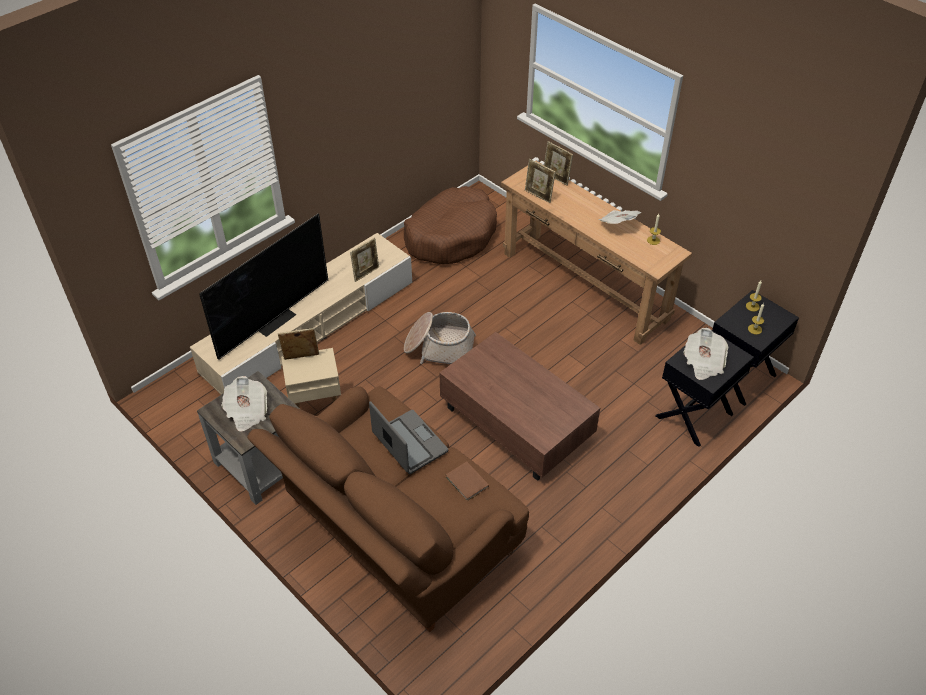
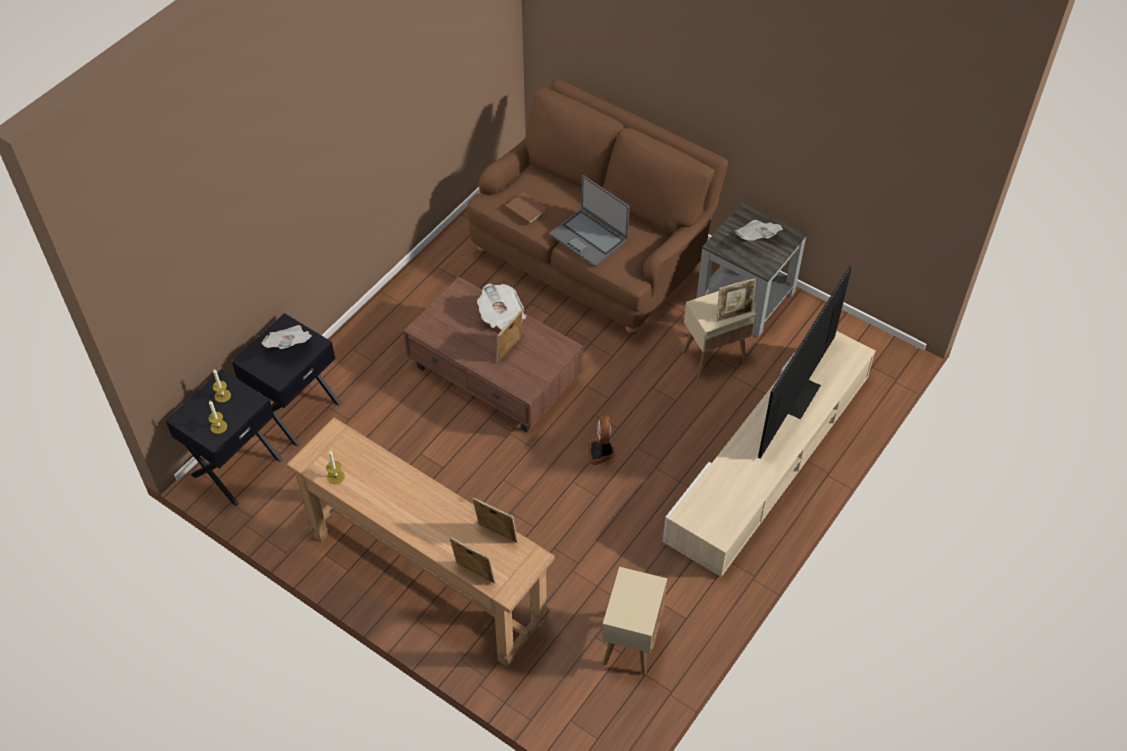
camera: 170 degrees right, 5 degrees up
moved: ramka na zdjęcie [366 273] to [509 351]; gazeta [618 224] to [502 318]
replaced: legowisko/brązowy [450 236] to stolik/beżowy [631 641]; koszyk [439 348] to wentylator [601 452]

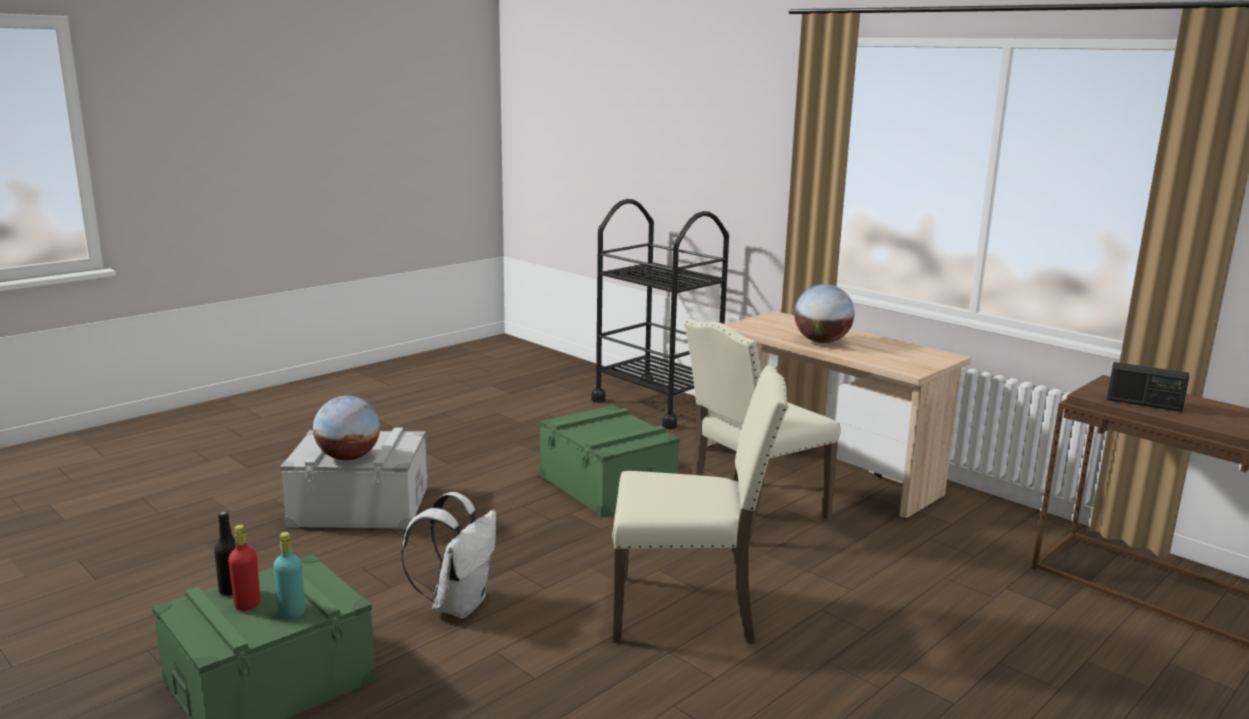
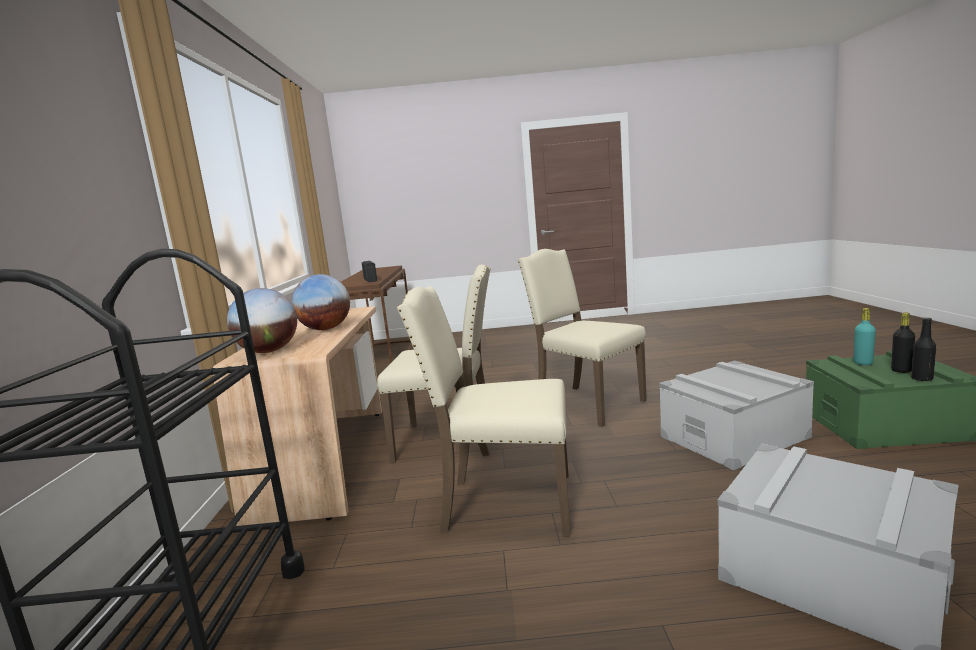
camera: 135 degrees left, 5 degrees down
moved: globus [348 457] to [269 351]
replaced: plecak/biały [458 604] to pojemnik do przechowywania/szary [734 437]; pojemnik do przechowywania/zielony [607 484] to krzesło/beżowy [504 503]
recoloured: butelka/czerwony [247 605] to butelka/czarny [901 370]

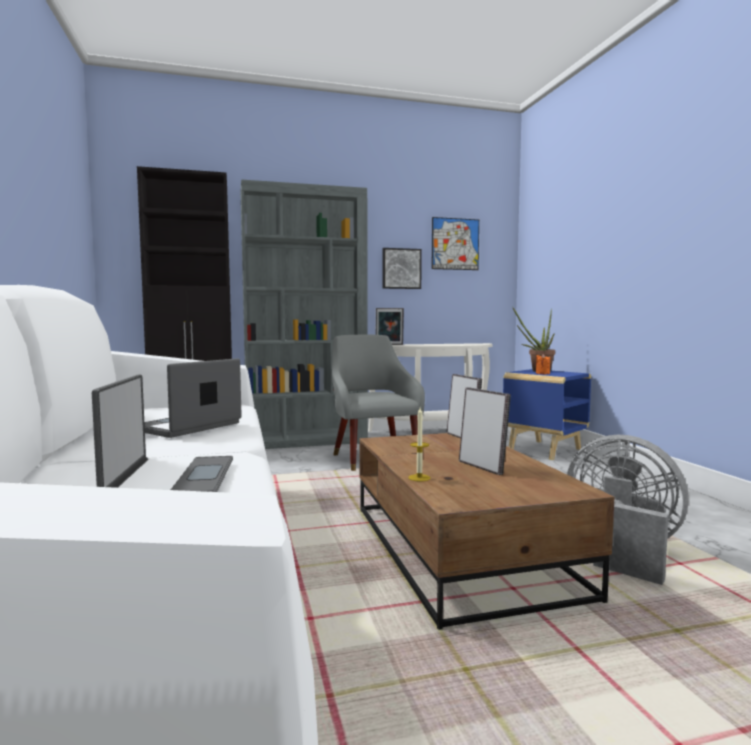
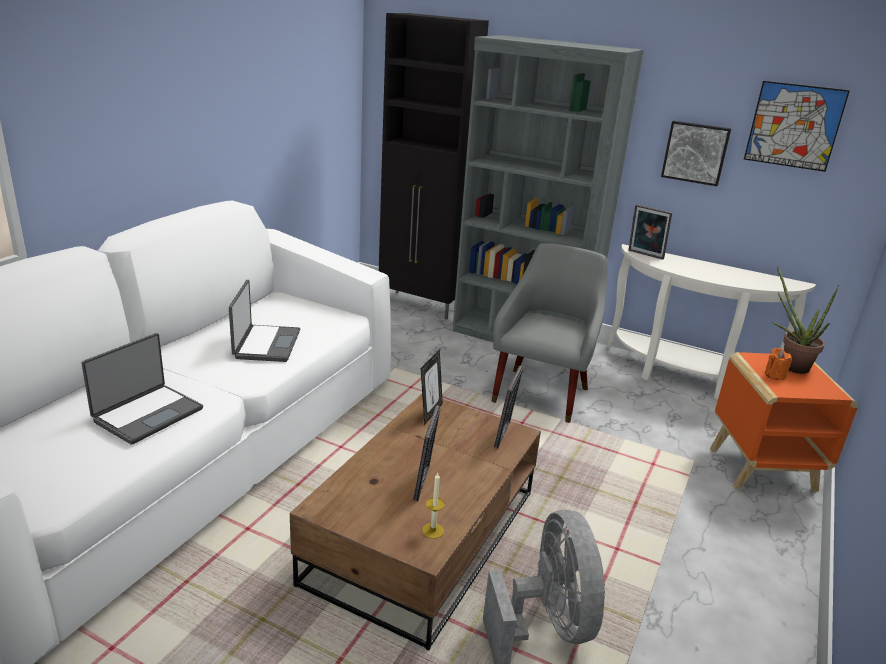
camera: 40 degrees right, 20 degrees up
added: ramka na zdjęcie [430 413]
moved: świeca [419 478] to [433 530]
recoloured: stolik/niebieski [545 450] to stolik/pomarańczowy [763 469]
turned: laptop [189 427] = [266 344] 105 degrees clockwise

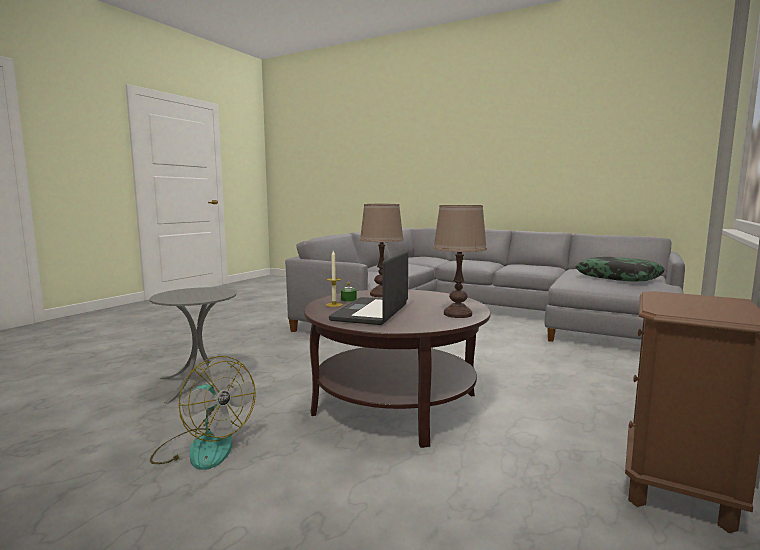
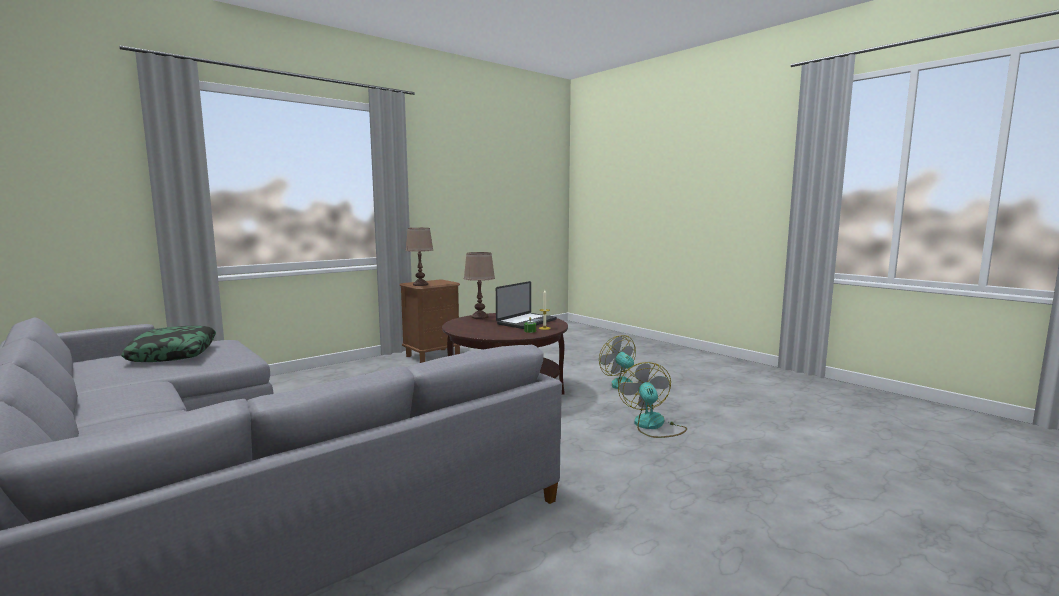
camera: 160 degrees left, 0 degrees up
moved: lampa stołowa/brązowy [382 294] to [420 285]
replaced: stolik/szary [200 383] to wentylator [653 426]

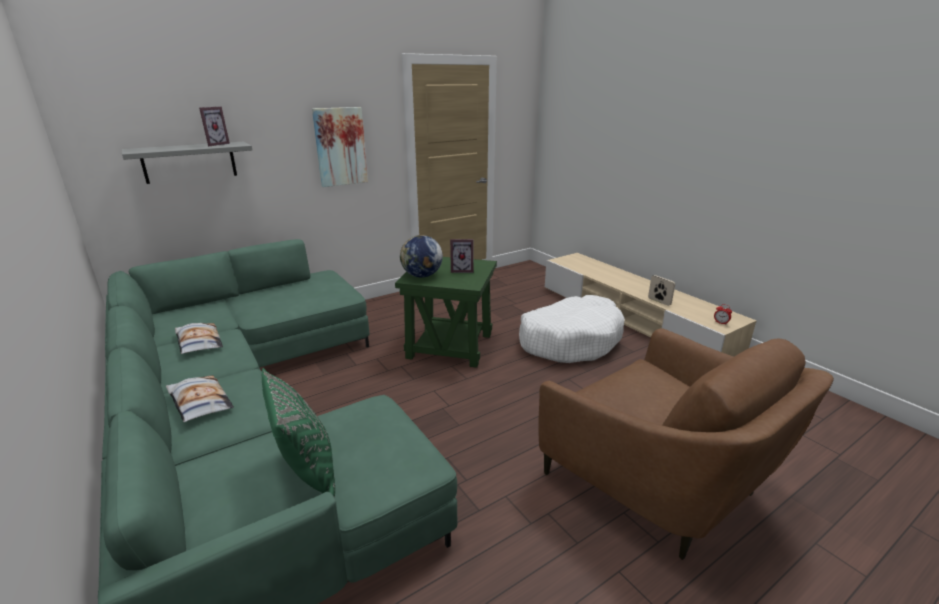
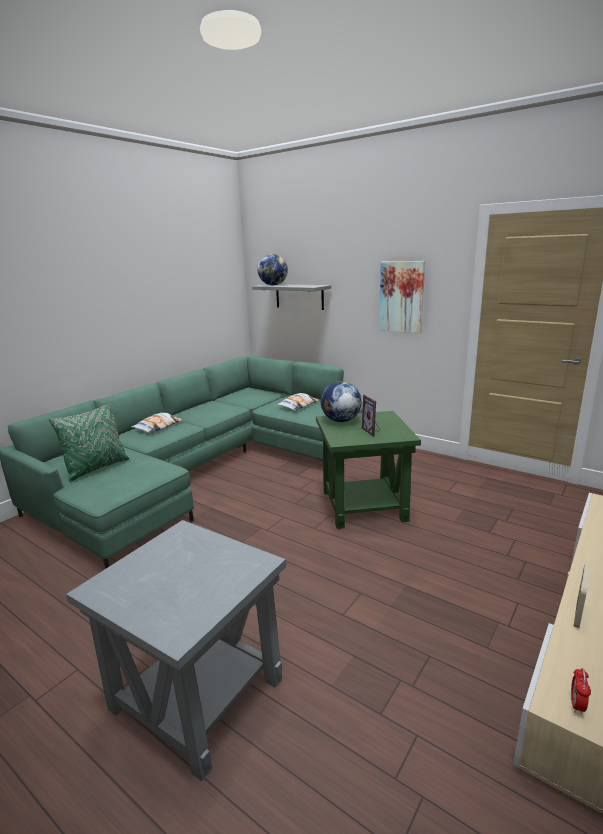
camera: 70 degrees right, 5 degrees down
removed: ramka na zdjęcie [215 144]; legowisko/biały [570 340]
added: globus [273 285]
moved: poduszka [198 342] to [298 405]
replaced: fotel/brązowy [659 483] to stolik/szary [195 694]

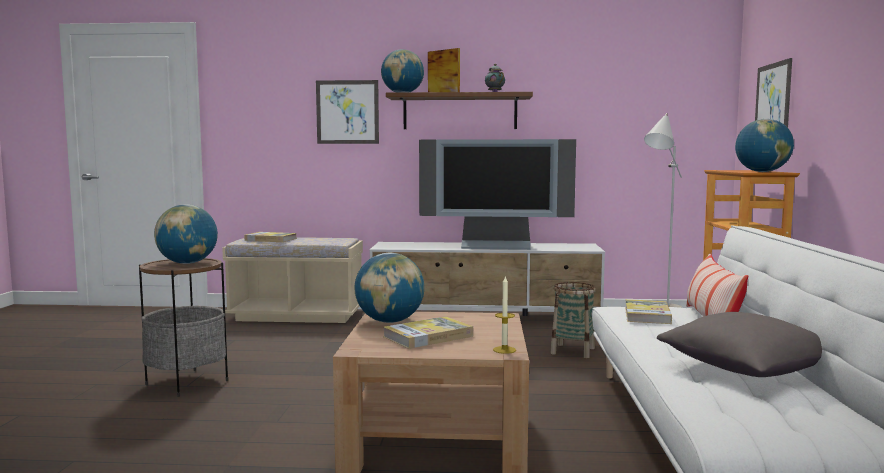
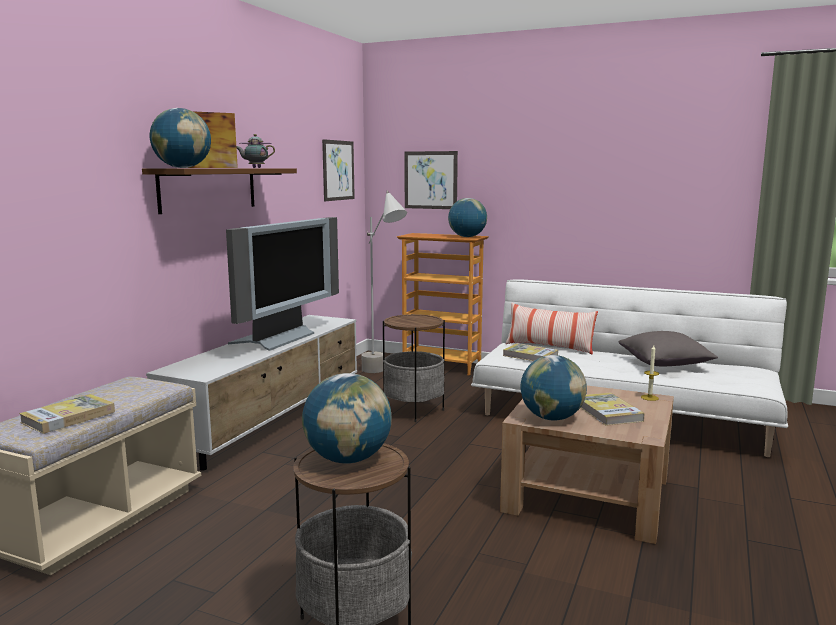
camera: 70 degrees left, 5 degrees up
moved: obraz [347 112] to [338 170]
replaced: koszyk [573 351] to stolik [413 411]

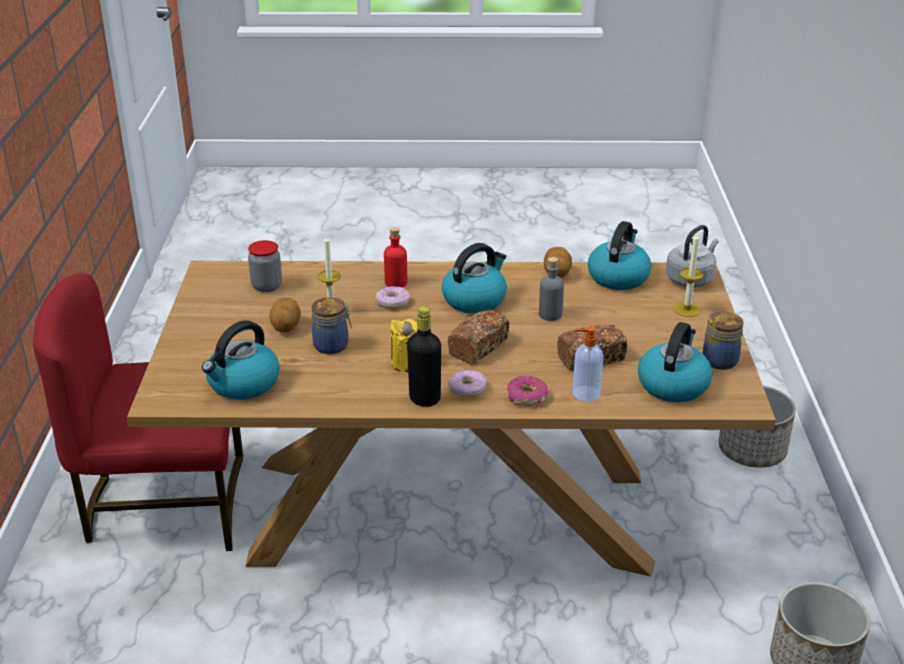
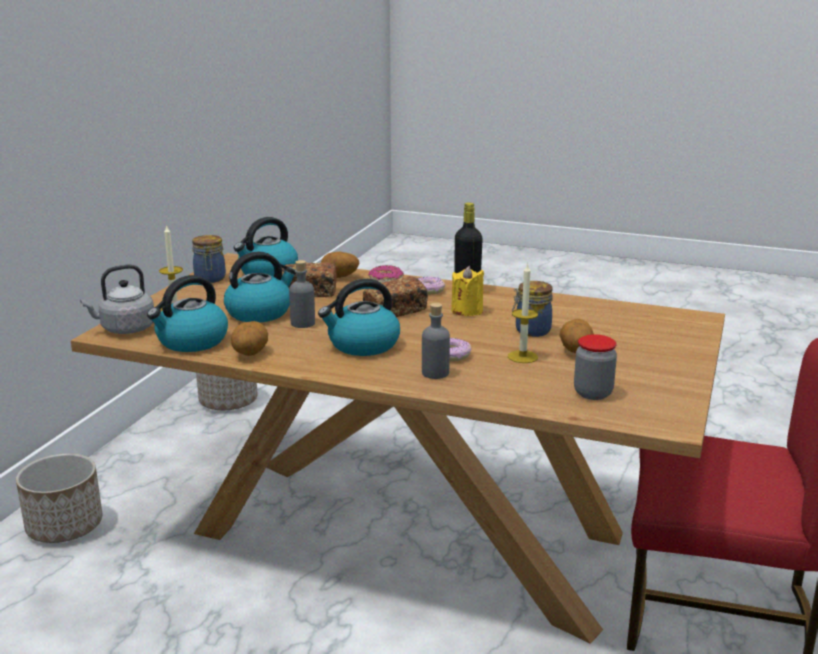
camera: 160 degrees left, 10 degrees down
moved: czajnik [243 384] to [259 312]
replaced: dozownik mydła [585 394] to ziemniak [340 277]
recoloured: butelka/czerwony [396 283] to butelka/szary [435 373]

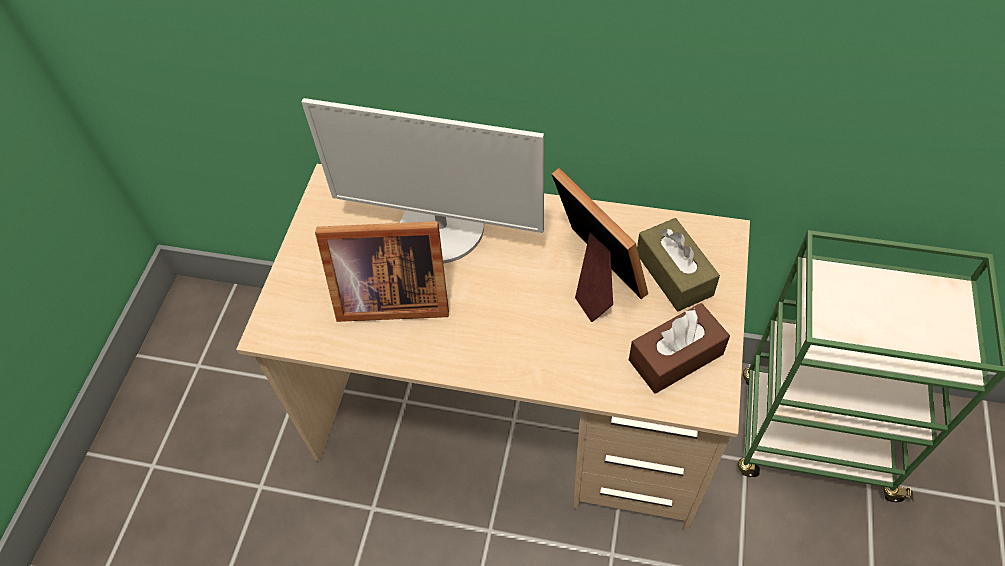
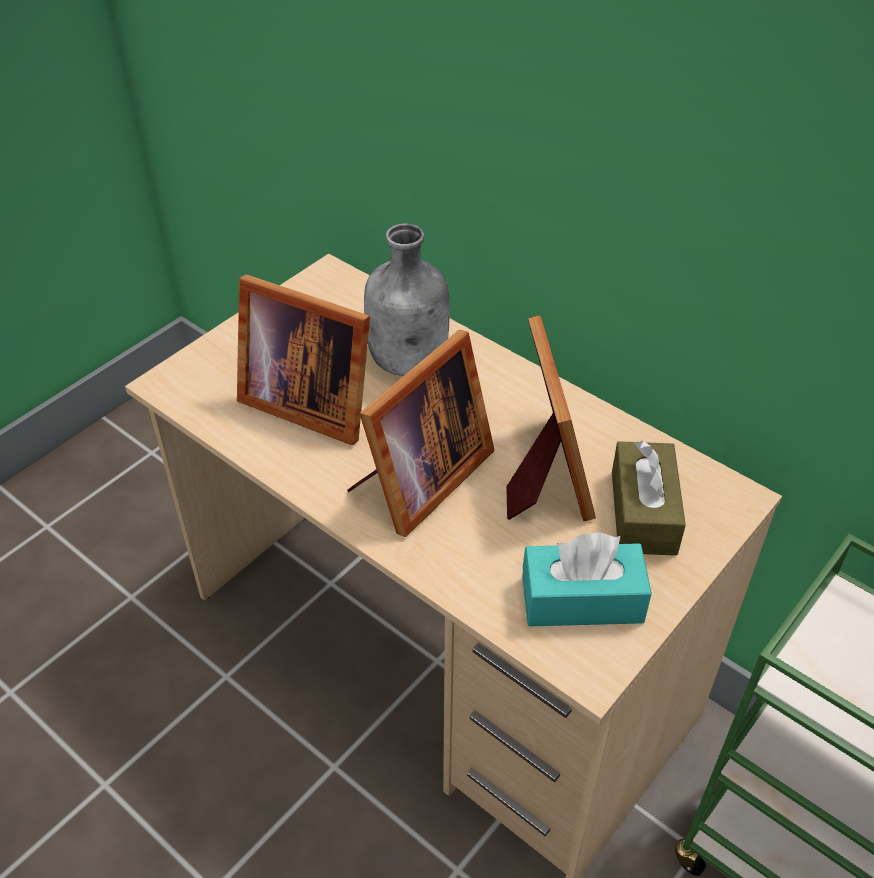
camera: 25 degrees right, 10 degrees down
added: ramka na zdjęcie [418 481]
replaced: monitor [442 229] to butelka/szary [410 361]
recoloured: pudełko chusteczek/brązowy [675 357] to pudełko chusteczek/turkusowy [582 599]

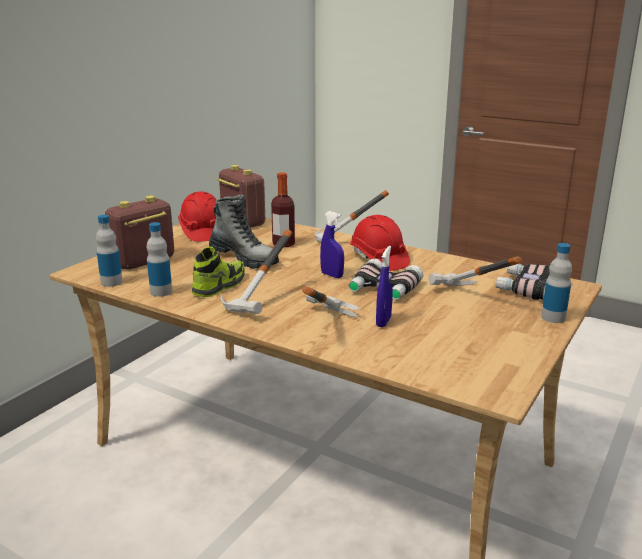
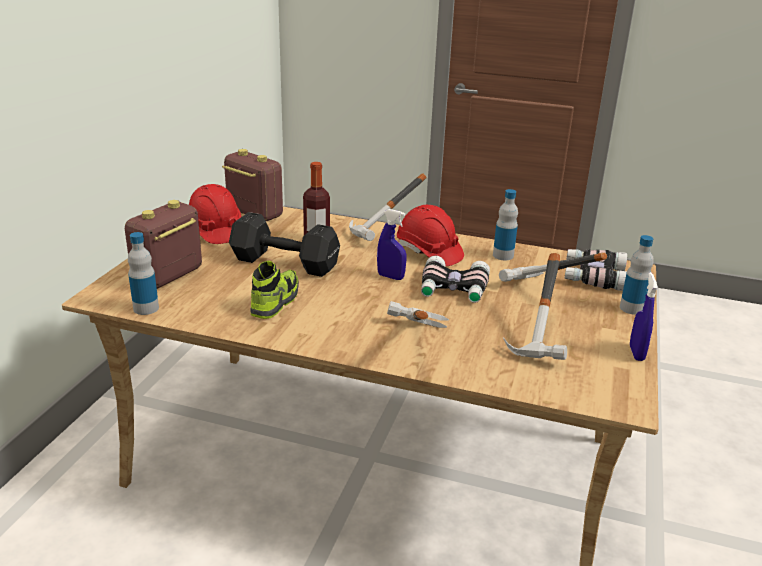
camera: 15 degrees left, 5 degrees up
moved: butelka [161 292] to [503 255]; młotek [266 303] to [547 341]; spryskiwacz/niebieski [383 321] to [636 353]
replaced: but z cholewką [244 258] to hantel/czarny [283 262]

